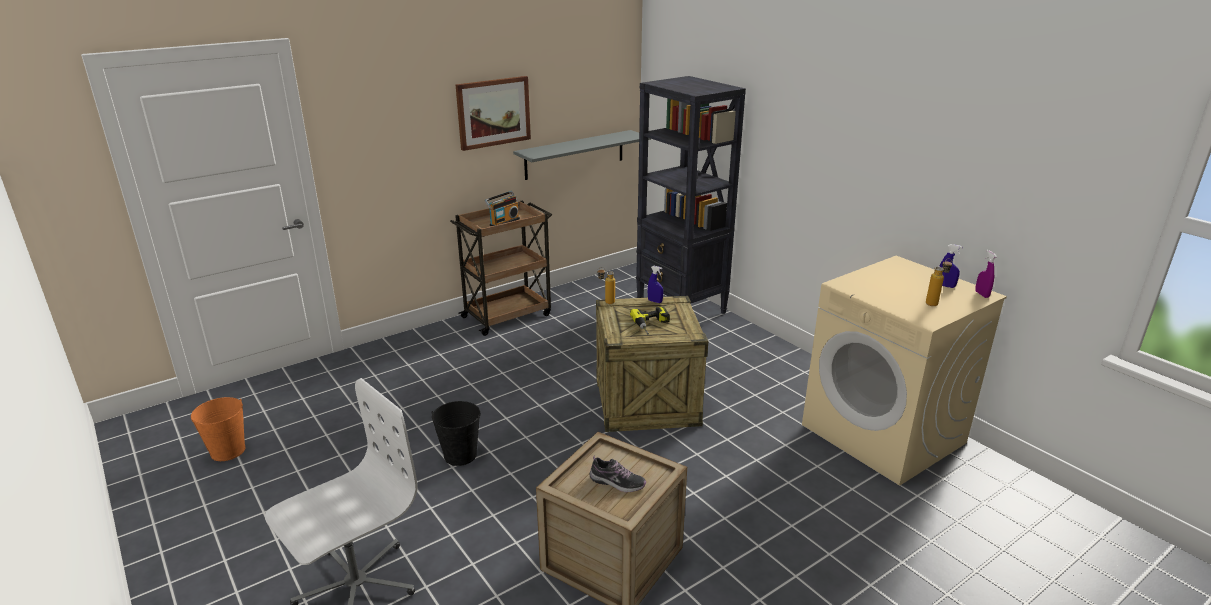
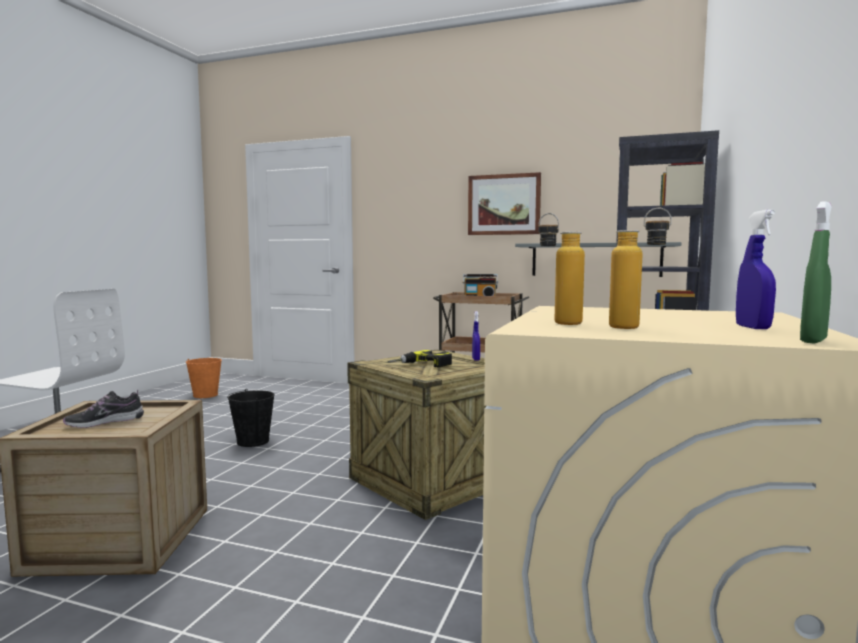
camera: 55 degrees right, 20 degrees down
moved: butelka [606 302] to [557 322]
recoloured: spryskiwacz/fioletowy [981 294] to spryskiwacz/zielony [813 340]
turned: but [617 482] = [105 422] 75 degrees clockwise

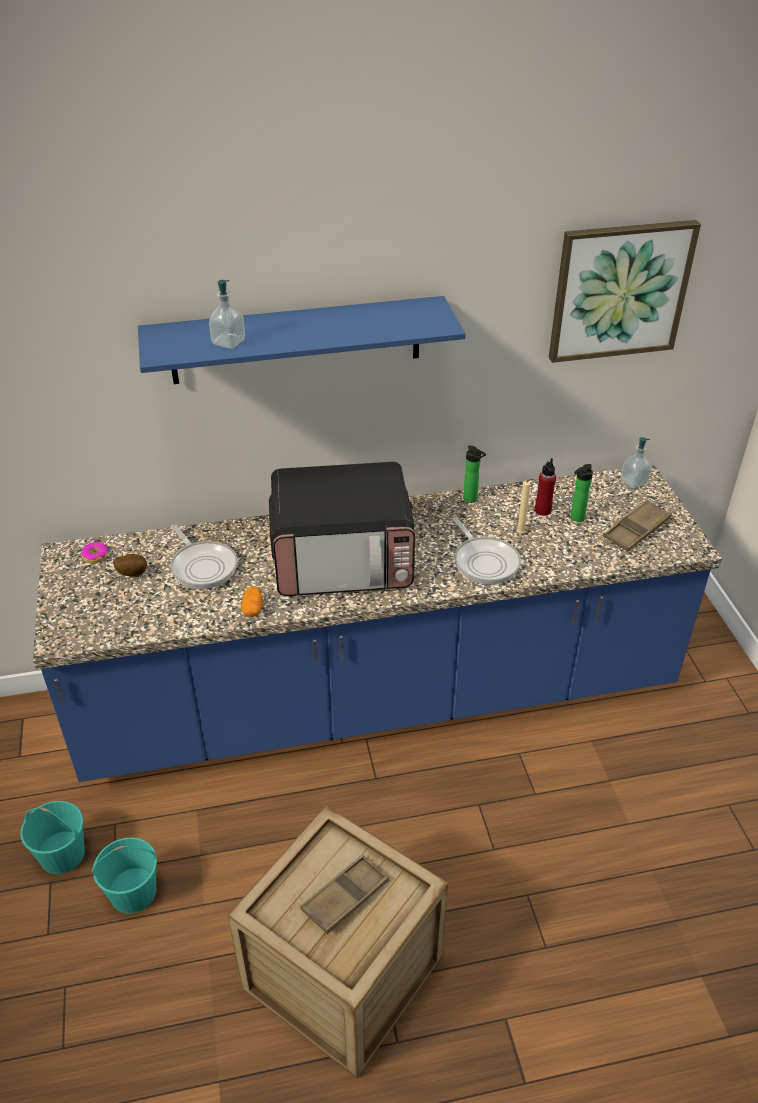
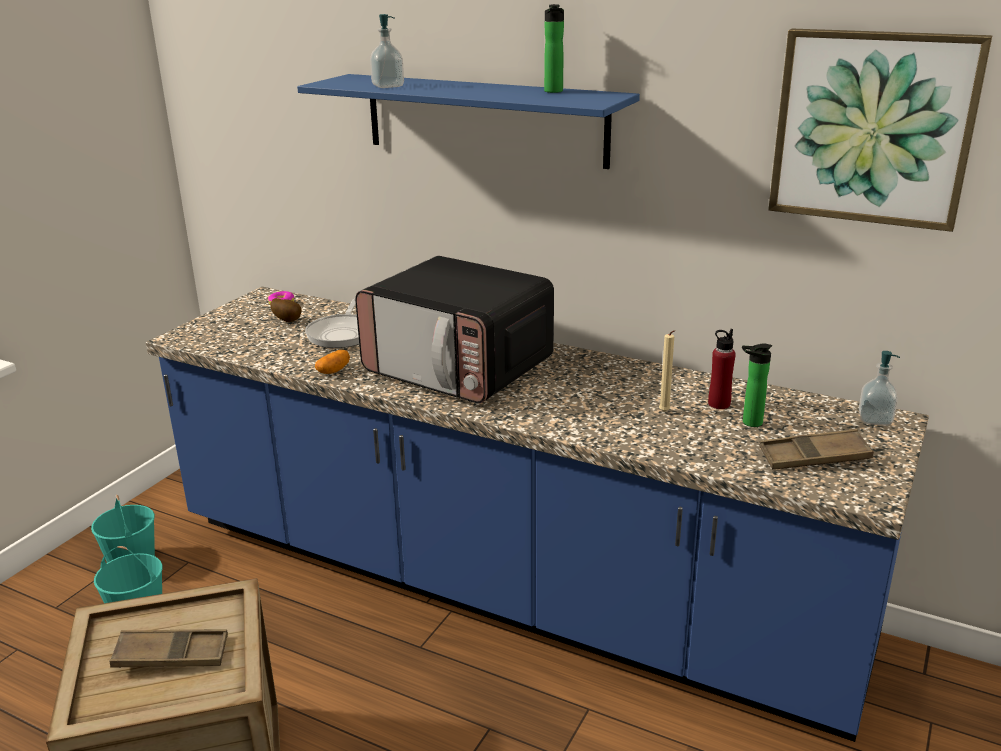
camera: 40 degrees right, 15 degrees down
removed: patelnia [484 561]
moved: butelka [471 500] to [553 91]

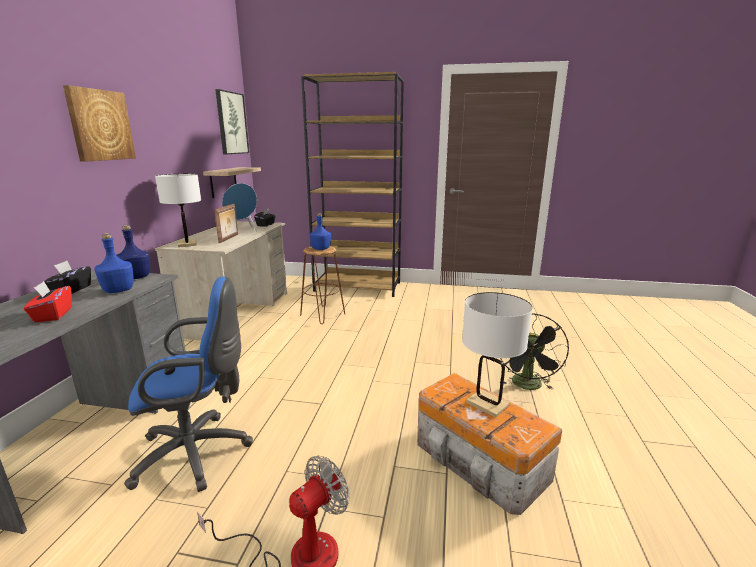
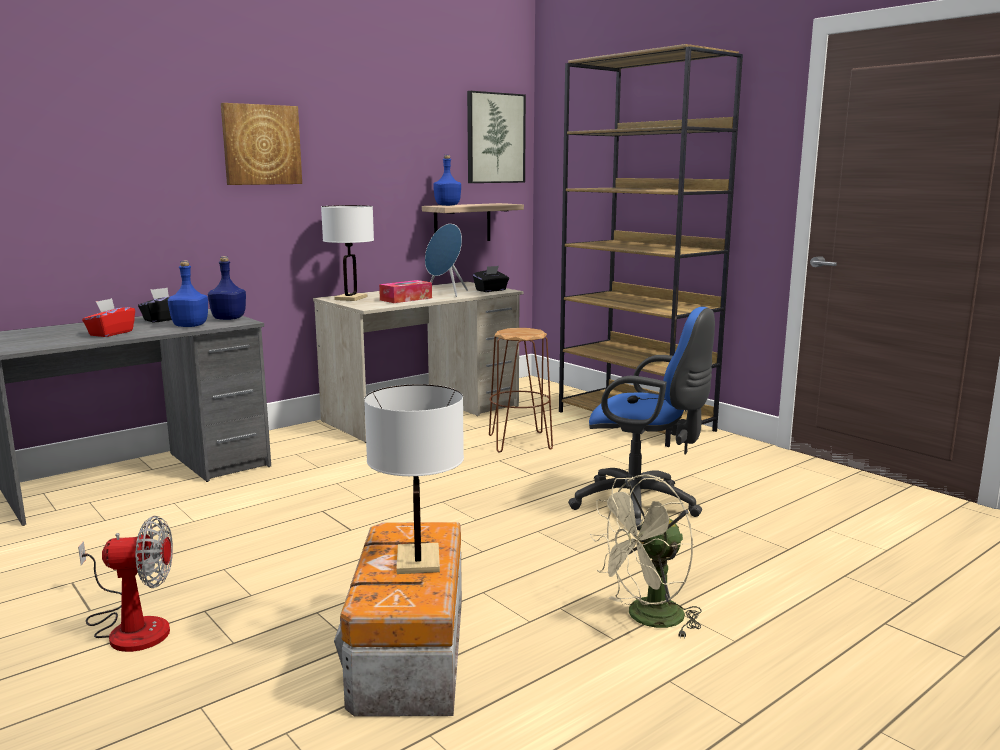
camera: 40 degrees right, 5 degrees down
moved: krzesło biurowe/niebieski [199 452] to [642 506]; butelka/niebieski [321 249] to [447 205]
replaced: ramka na zdjęcie [229 238] to pudełko chusteczek [406 299]
recoloured: wentylator/czarny [527 386] to wentylator/beżowy [647 619]

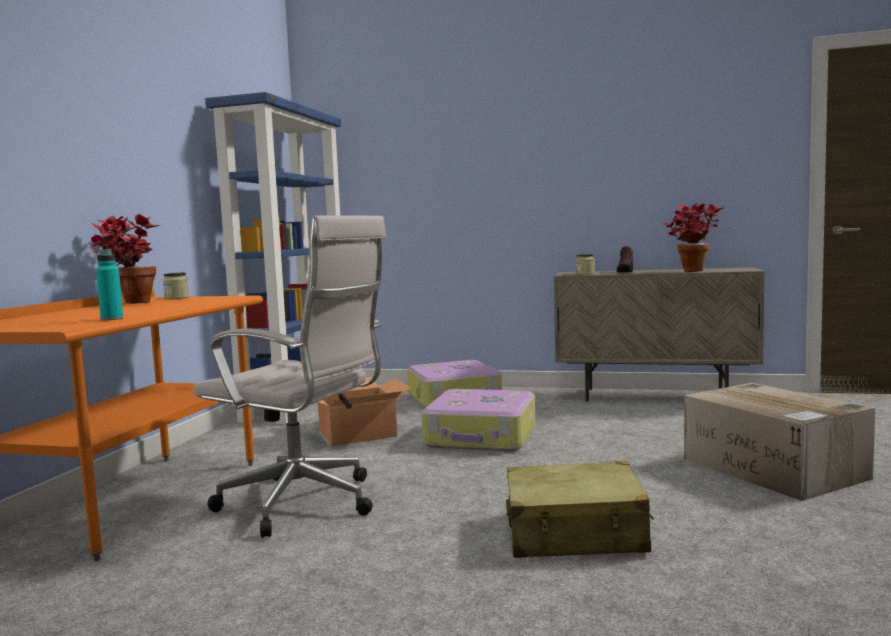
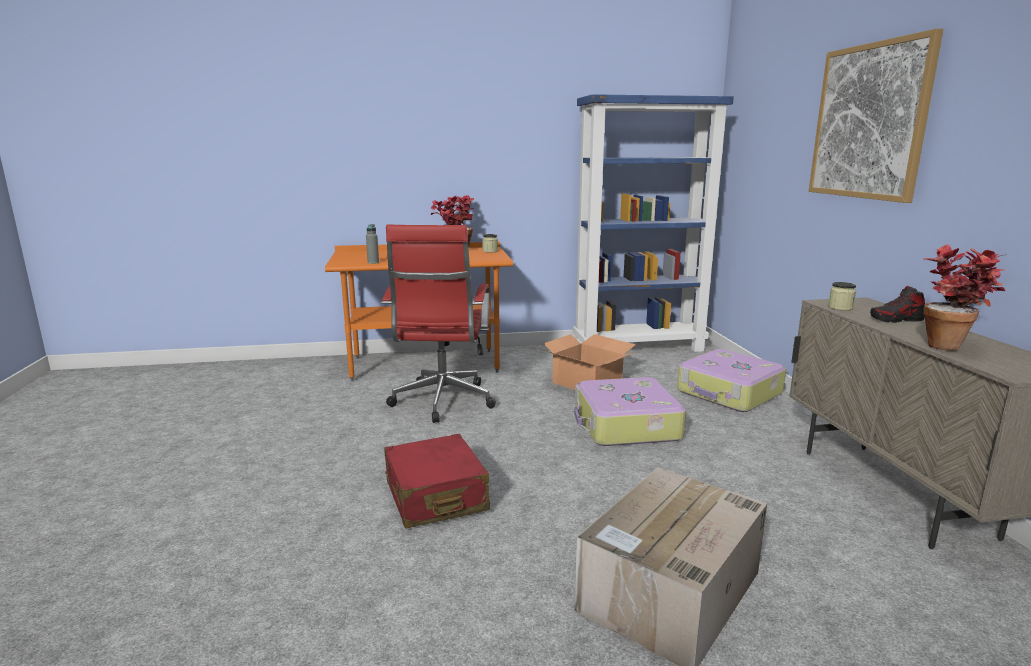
camera: 65 degrees right, 10 degrees up
added: obraz [869 122]
recoloured: butelka/turkusowy [112 319] to butelka/szary [373 262]; krzesło biurowe/biały [305 504] to krzesło biurowe/czerwony [442 403]; walizka/beżowy [575 533] to walizka/czerwony [435 496]

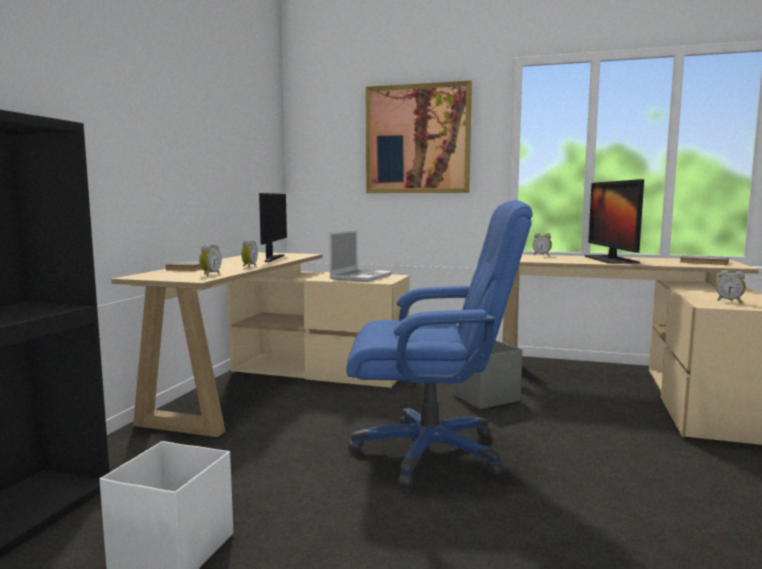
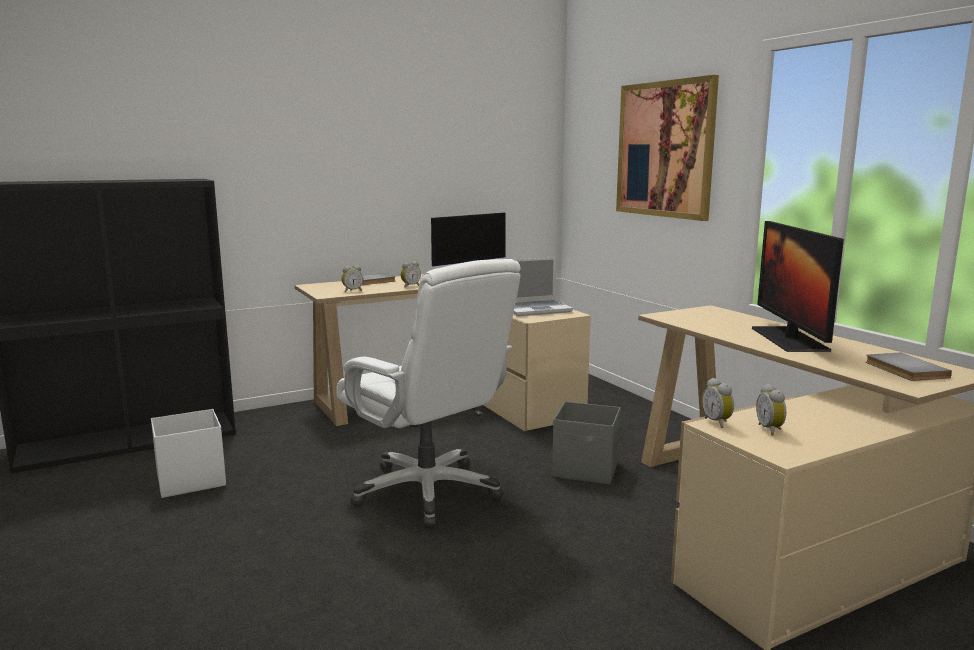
camera: 45 degrees right, 5 degrees up
moved: budzik [541 255] to [718 422]
recoloured: krzesło biurowe/niebieski [431 452] to krzesło biurowe/biały [428 491]
turned: monitor [610 260] = [788 339] 45 degrees counterclockwise

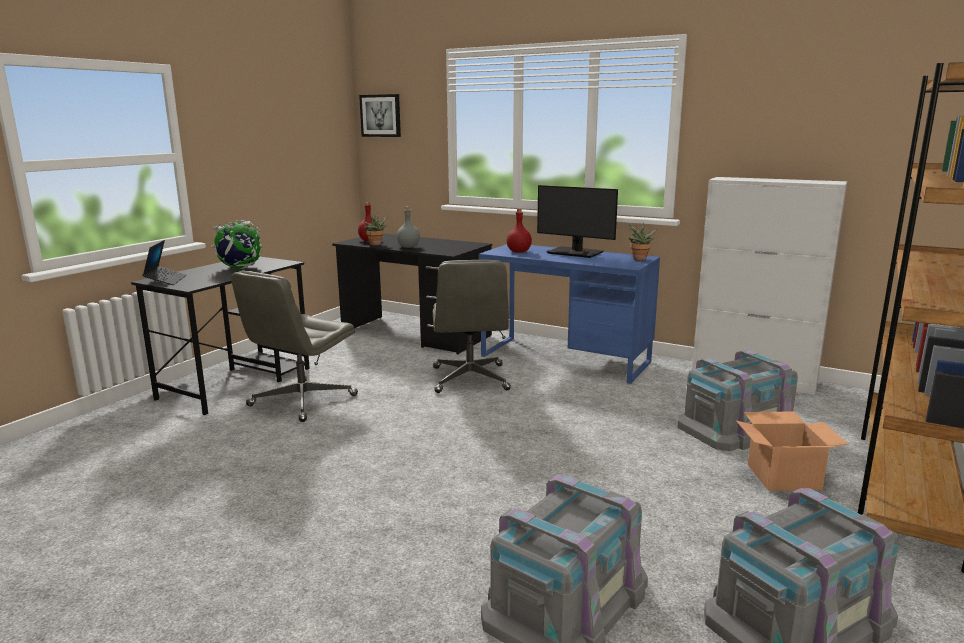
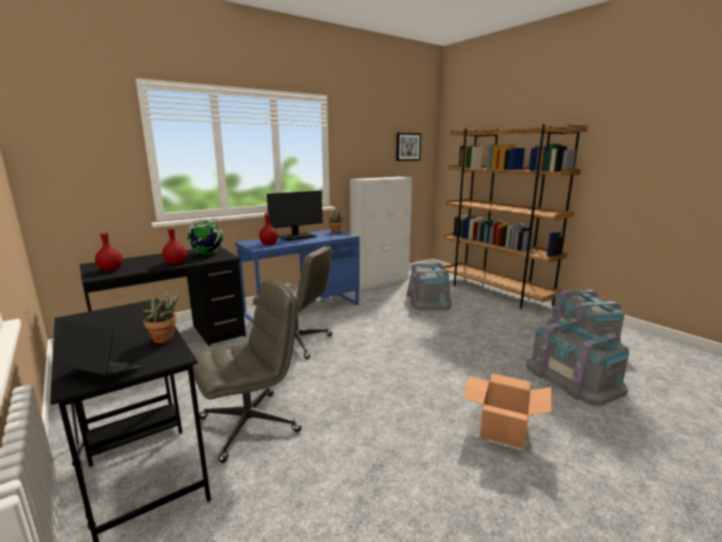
camera: 65 degrees left, 0 degrees up
moved: globus [240 268] to [207 254]; obraz [381 115] to [407 147]; roślina doniczkowa [376 244] to [166 339]; karton [783 477] to [503 430]
recoloured: butelka/szary [409 247] to butelka/czerwony [176 263]
turned: krzesło biurowe/szary [302 401] = [250 424] 90 degrees counterclockwise

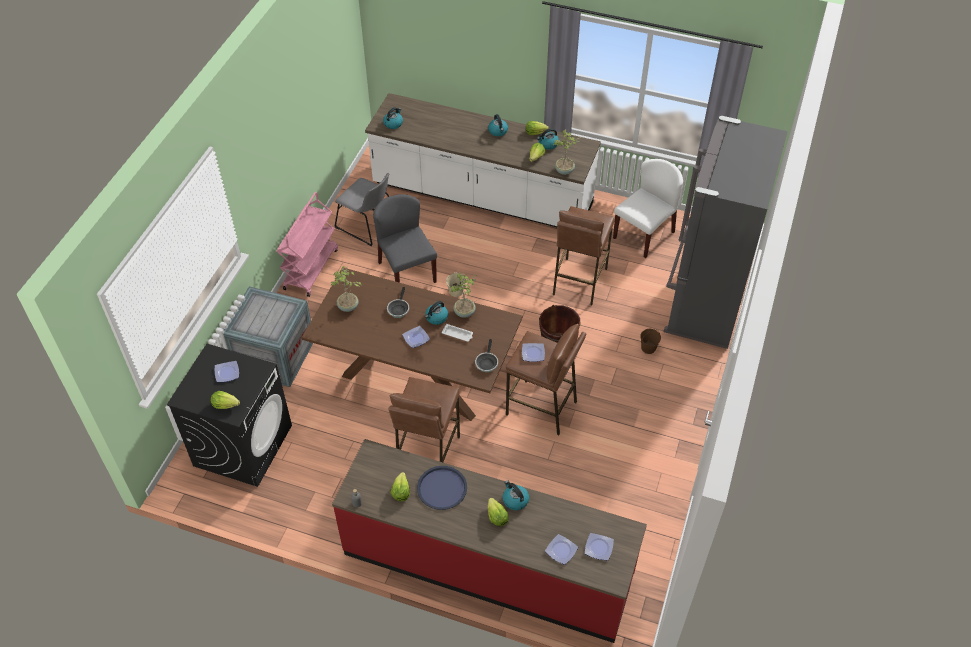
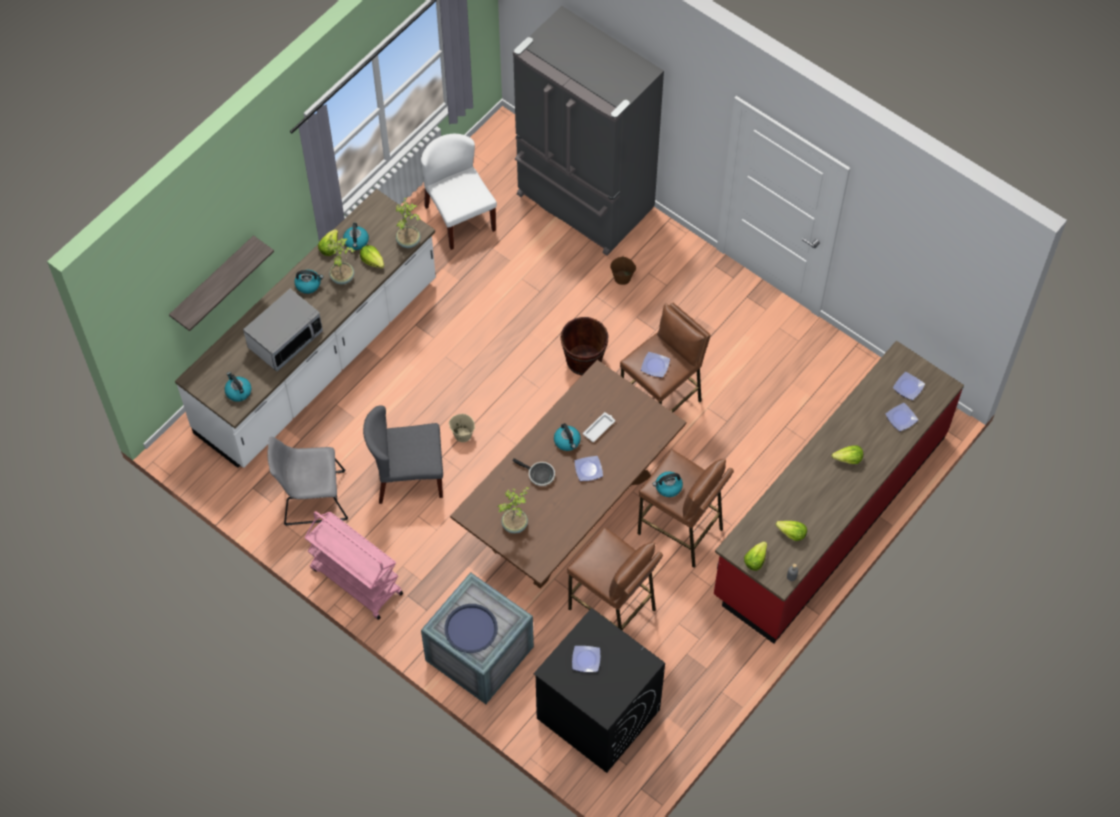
camera: 70 degrees left, 10 degrees up
removed: patelnia [486 362]
added: półka [213 282]; mikrofalówka [285 340]
moved: sałata [225 404] to [755 559]; taca/niebieski [442 488] to [471 629]; roślina doniczkowa [465 312] to [343 277]; czajnik [515 500] to [668 487]; stołek/brązowy [579 281] to [612 609]
turned: krzesło/szary [368 225] = [311 498] 150 degrees counterclockwise

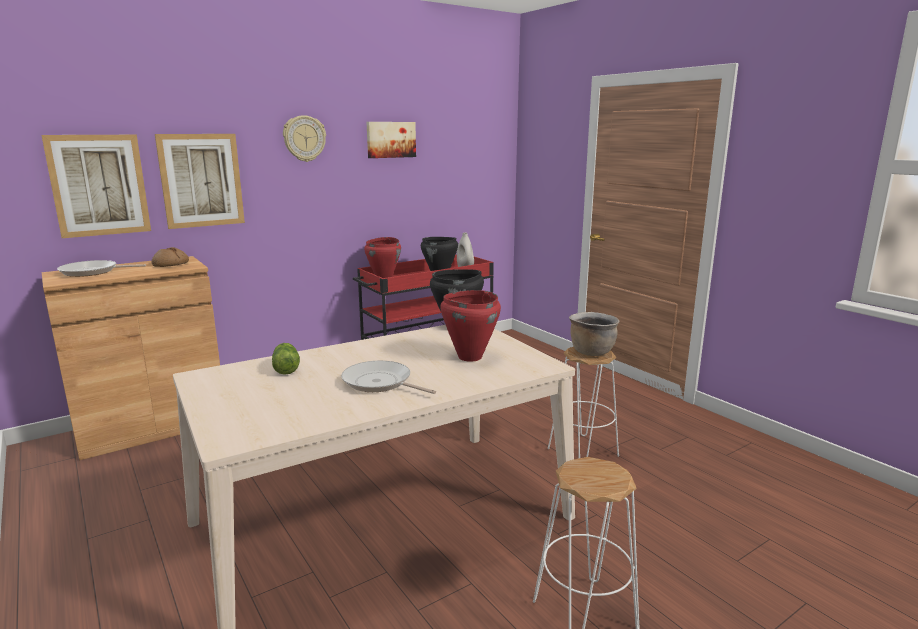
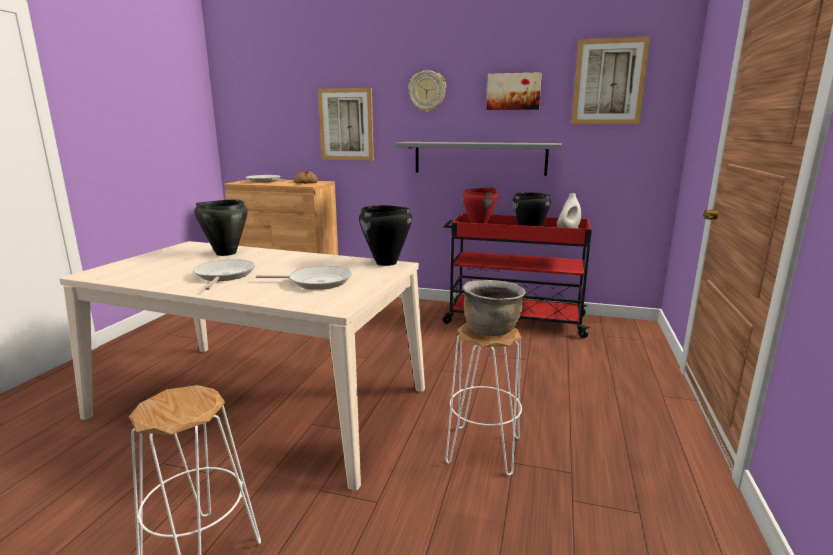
camera: 50 degrees right, 0 degrees up
added: półka/szary [479 158]
moved: obraz [99 185] to [609 82]
replaced: sałata [286 368] to garnek/czarny [225 253]; garnek/czerwony [469 357] to patelnia [316 282]

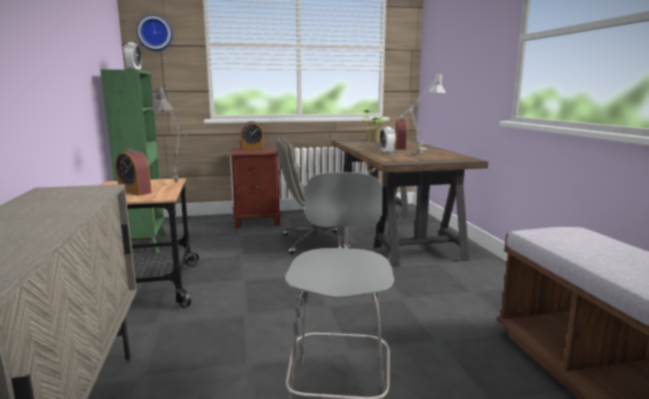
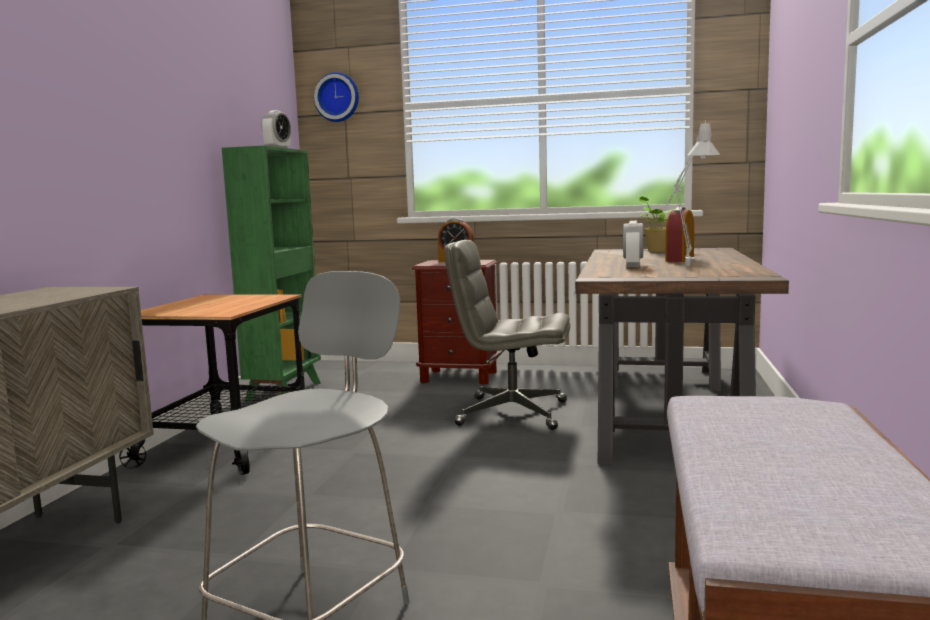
camera: 25 degrees right, 5 degrees down
removed: budzik [135 192]; lampa stołowa/szary [178 182]

